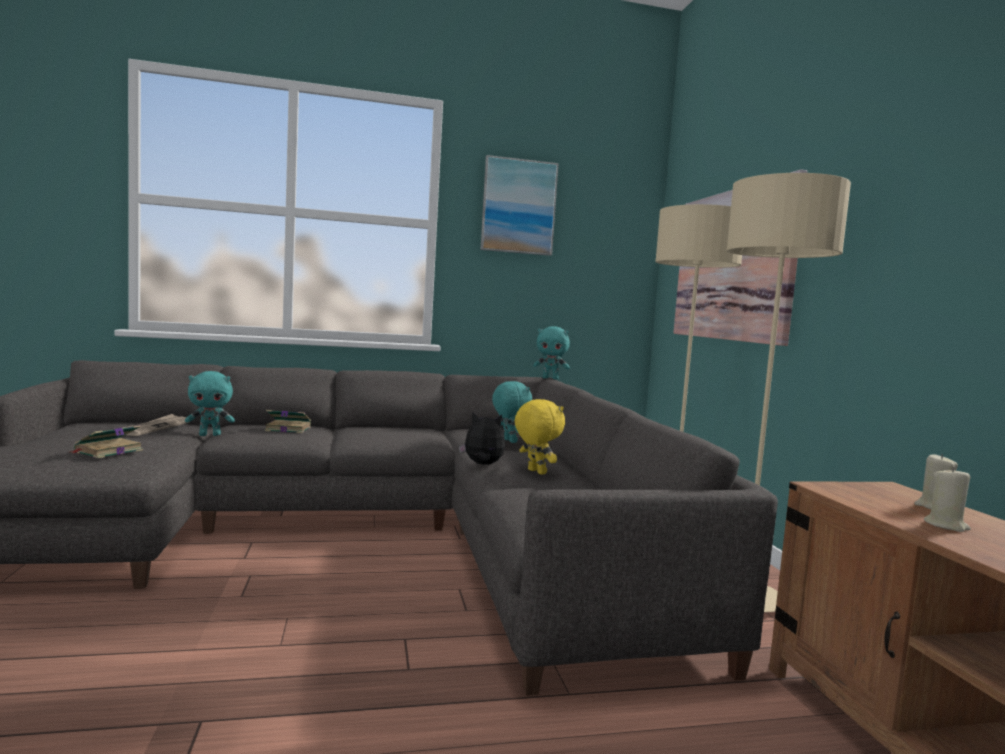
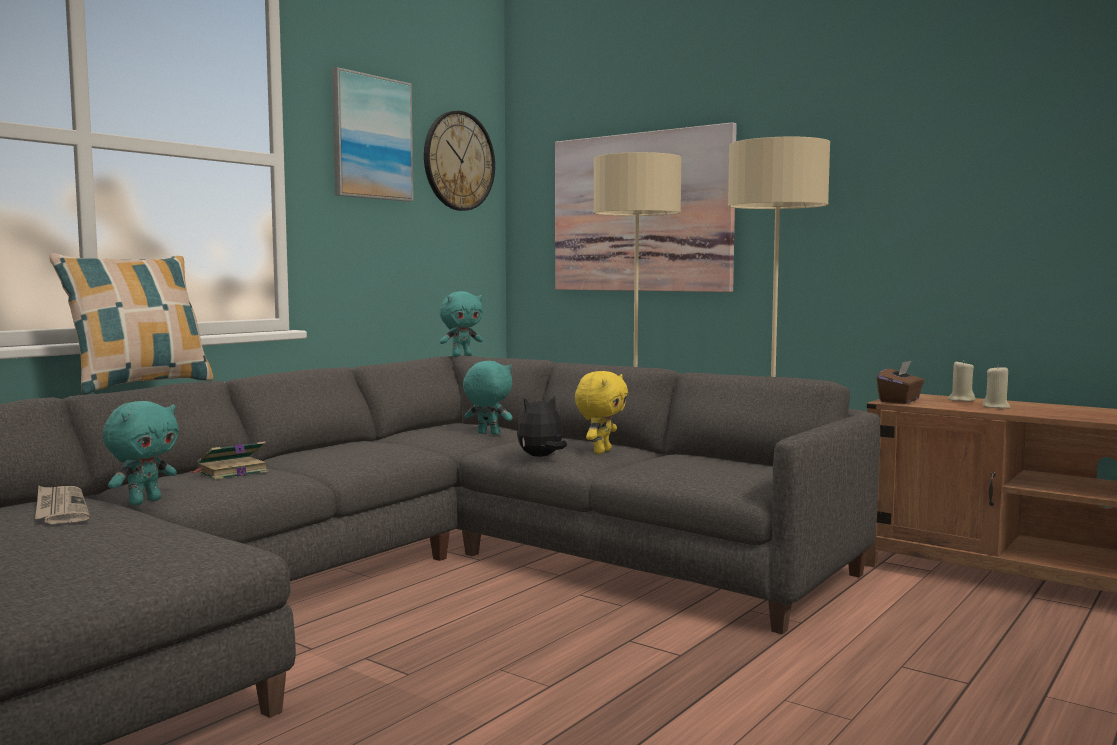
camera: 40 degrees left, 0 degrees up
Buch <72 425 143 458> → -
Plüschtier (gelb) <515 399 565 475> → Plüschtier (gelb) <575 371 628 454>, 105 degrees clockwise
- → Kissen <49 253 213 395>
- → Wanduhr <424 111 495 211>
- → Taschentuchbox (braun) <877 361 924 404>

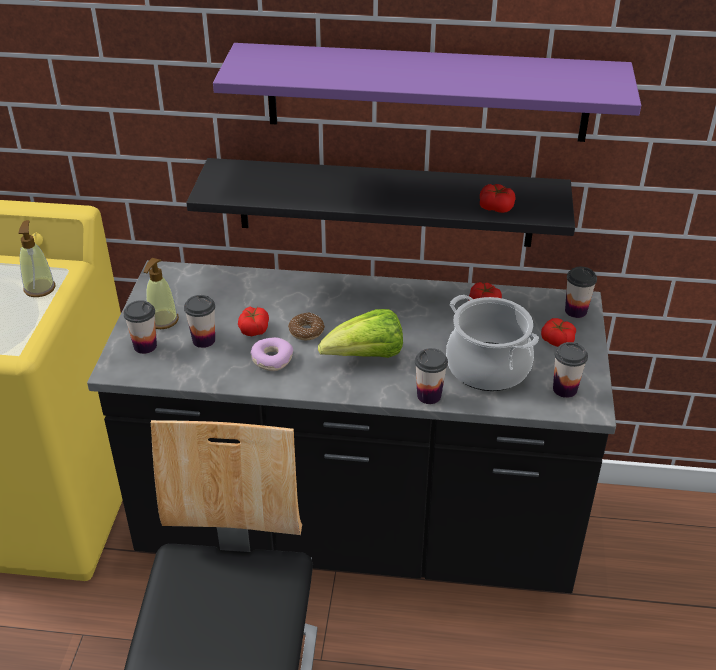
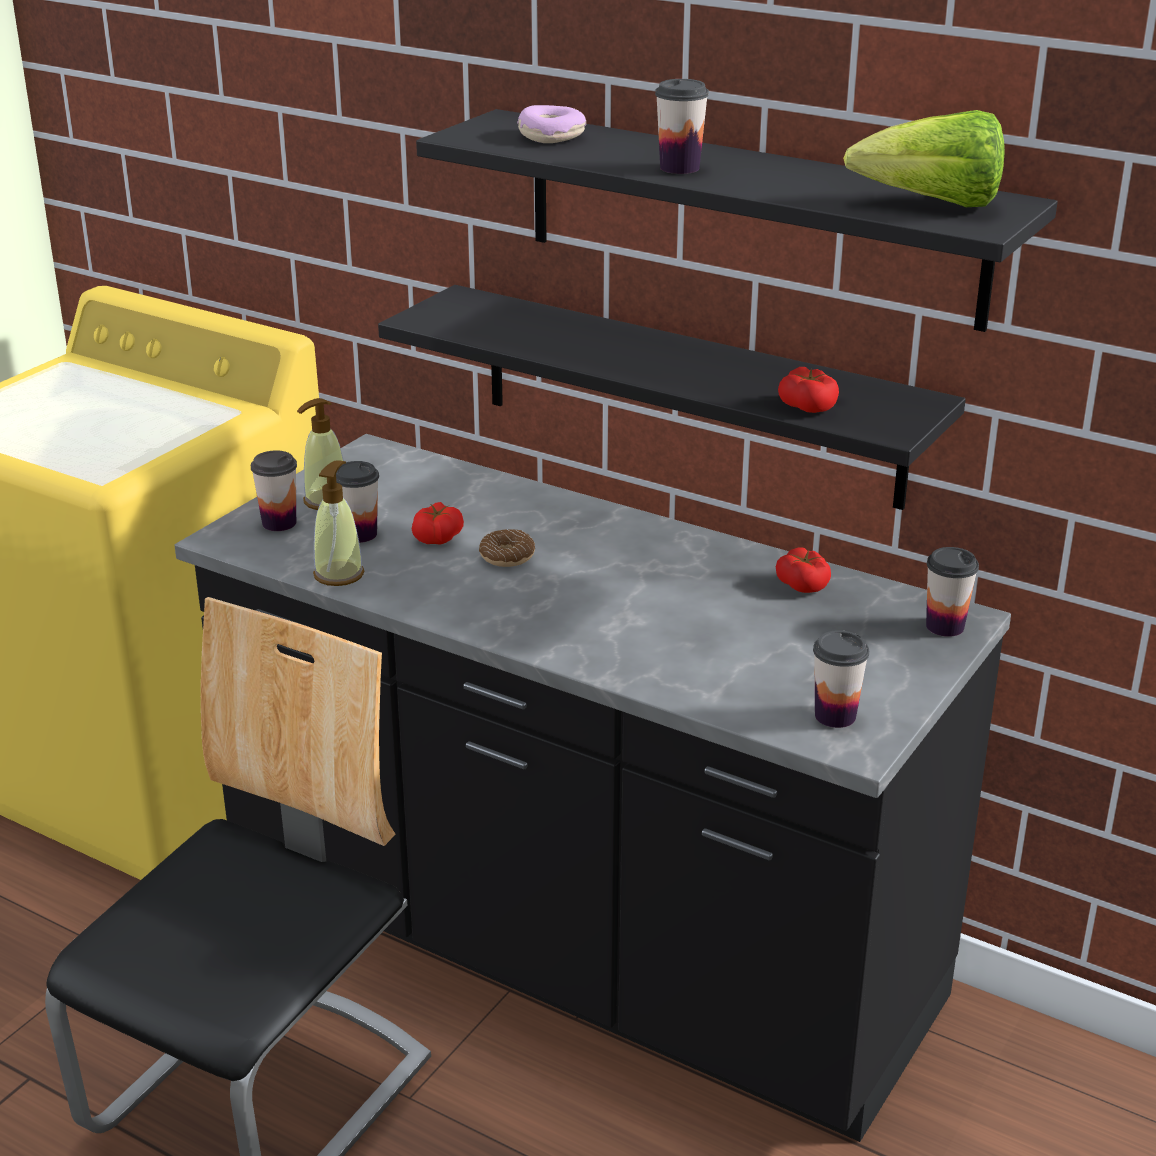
camera: 25 degrees right, 10 degrees down
Seifenspender <18 220 55 297> → Seifenspender <313 460 364 586>, shifted
Wandregal (lila) <213 43 641 142> → Wandregal (schwarz) <416 109 1058 332>
Donut <251 337 293 371> → Donut <517 105 586 143>, shifted
Salatkopf <318 309 403 358> → Salatkopf <843 110 1005 207>, shifted
Tasse <415 348 448 404> → Tasse <655 79 709 174>, shifted
Kochtopf <446 295 539 391> → -
Tomate <541 318 576 347> → -

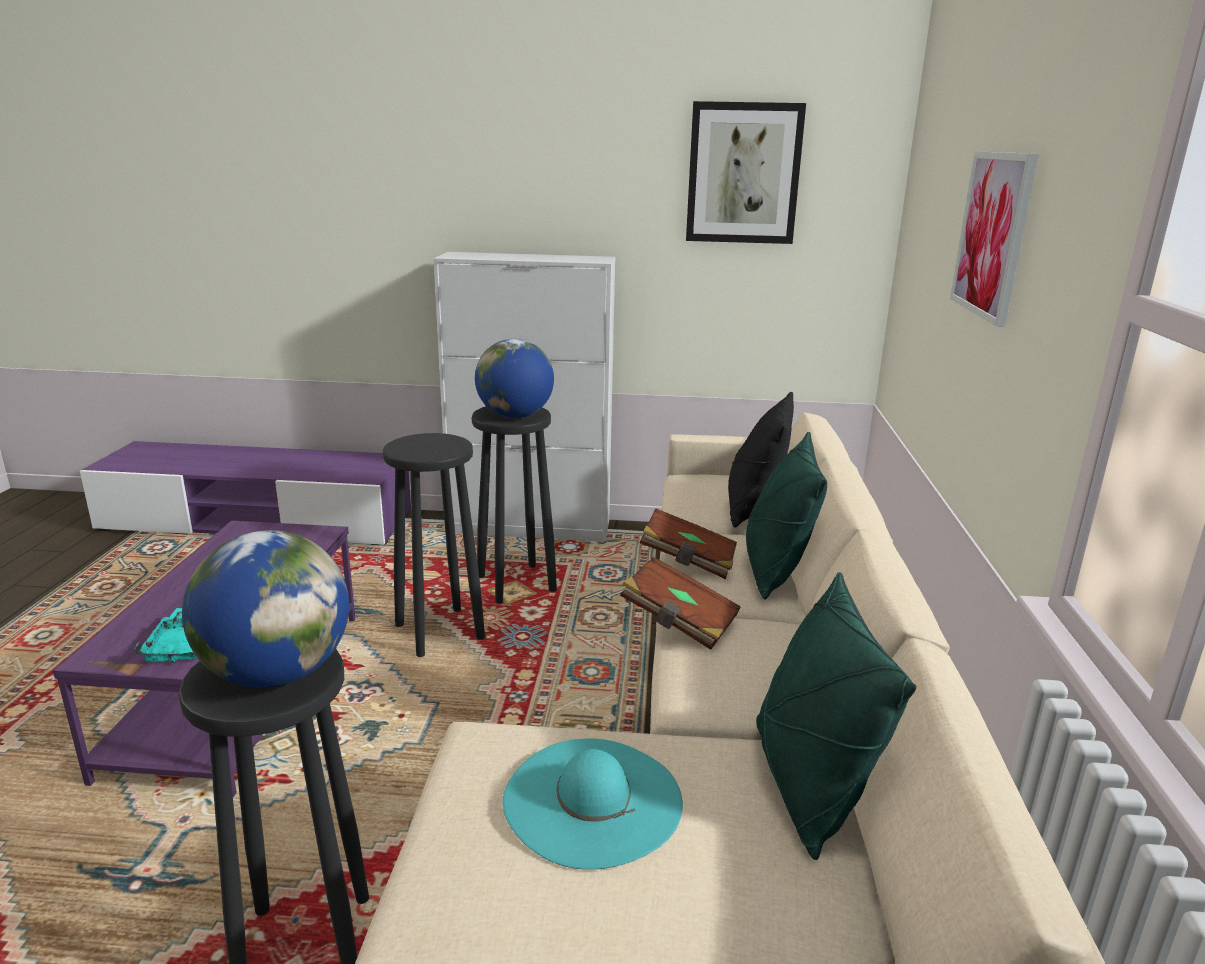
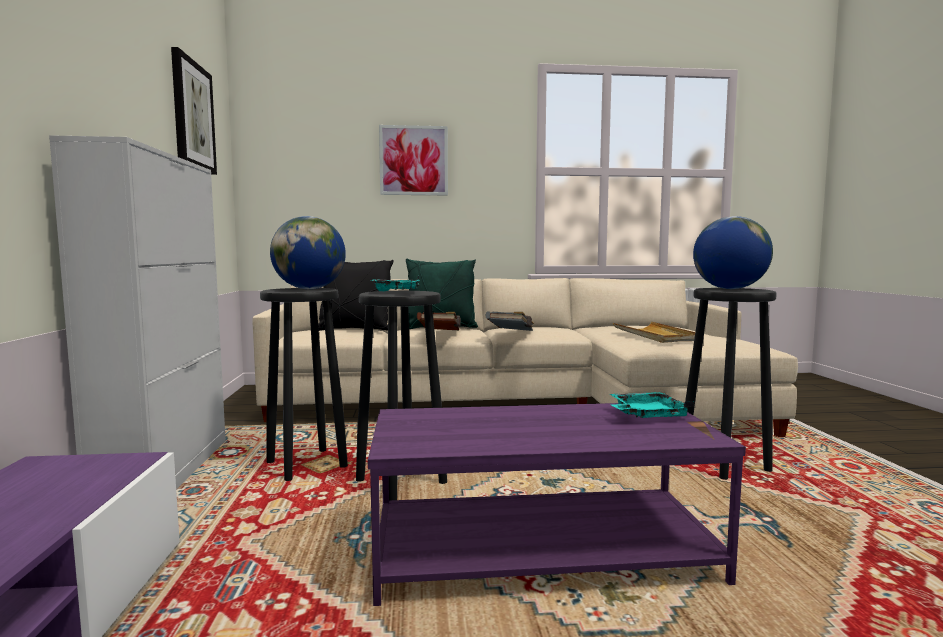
camera: 100 degrees left, 15 degrees down
Hut (türkis) <502 739 683 870> → Tablett (beige) <613 322 695 343>
Buch (braun) <620 557 741 650> → Buch (grau) <486 311 534 331>
Kissen (grün) <756 572 916 860> → -
- → Tablett (türkis) <371 275 419 291>

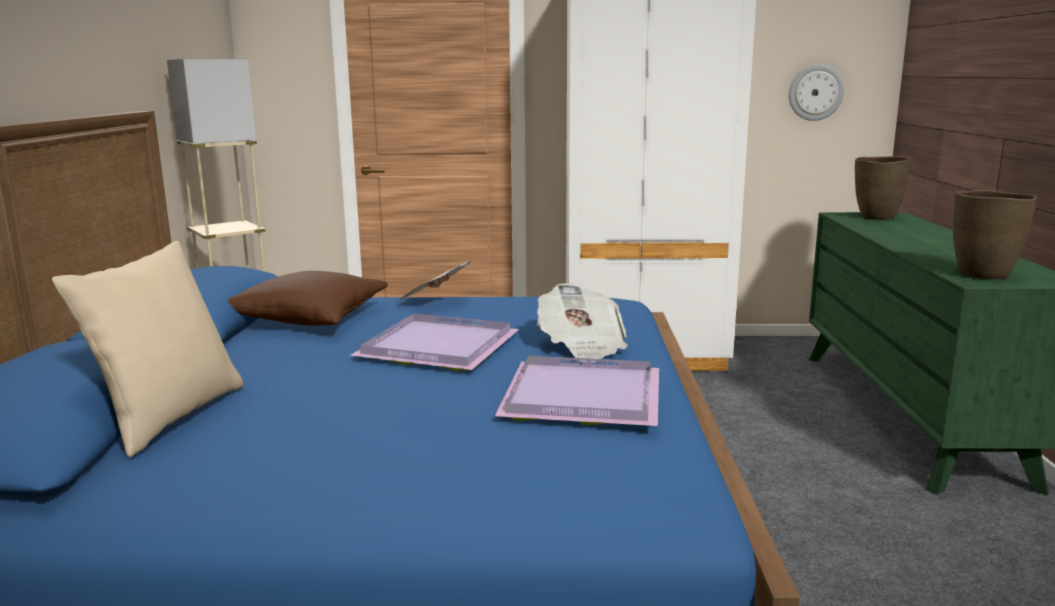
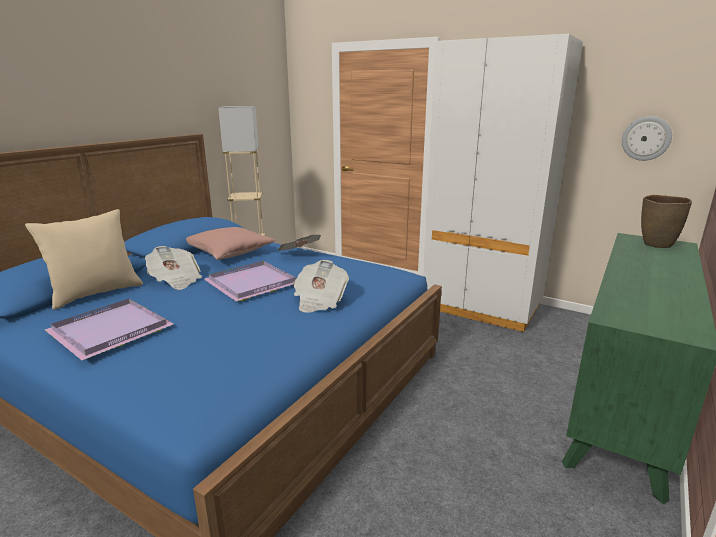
camera: 30 degrees right, 5 degrees up
Kissen (braun) <228 271 388 326> → Kissen (rosa) <186 227 275 260>
Tablett (lila) <495 356 659 426> → Tablett (lila) <45 299 174 360>, shifted
Vase (braun) <953 190 1037 279> → -
- → Zeitung <145 246 202 290>

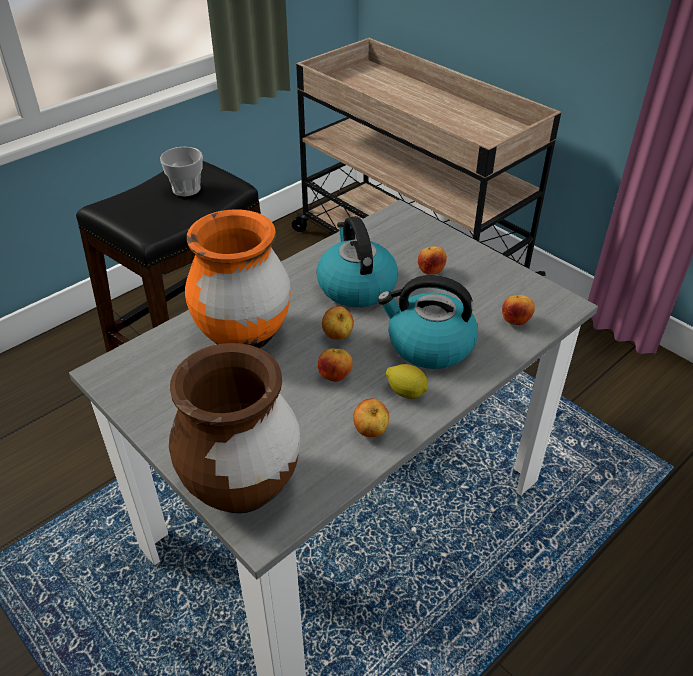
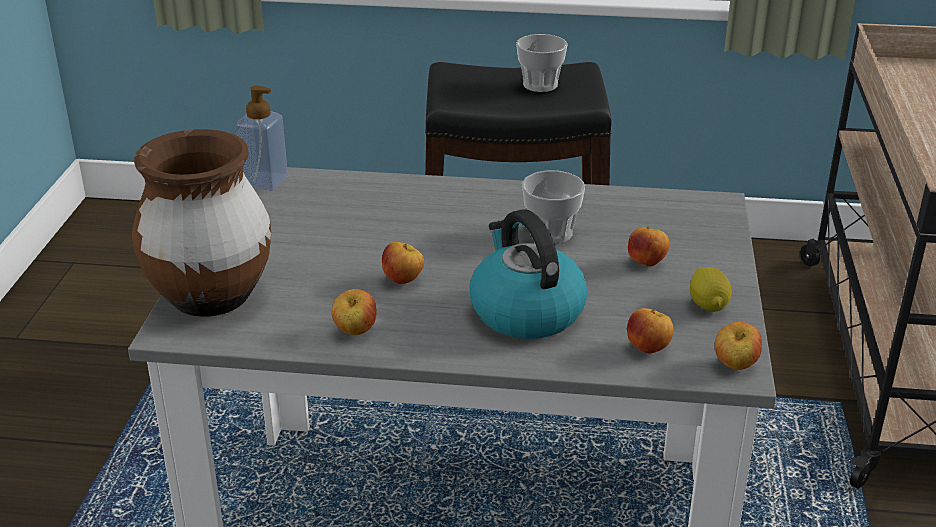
camera: 50 degrees right, 10 degrees down
Vase (orange) <185 209 291 348> → -
Wasserkessel <316 216 398 307> → Tasse <522 171 585 244>
Apfel <322 306 354 340> → Apfel <715 322 762 370>, shifted
Zitrone <386 364 427 399> → Zitrone <690 267 732 312>, shifted
- → Seifenspender <236 85 288 191>

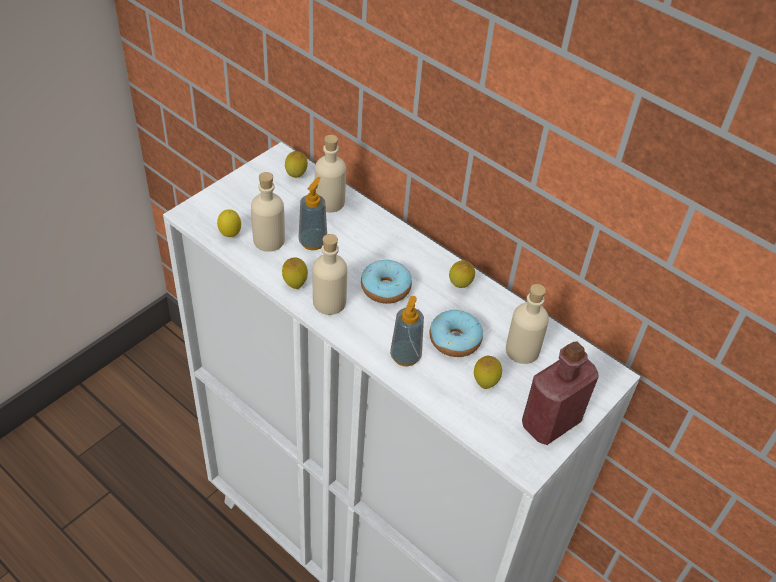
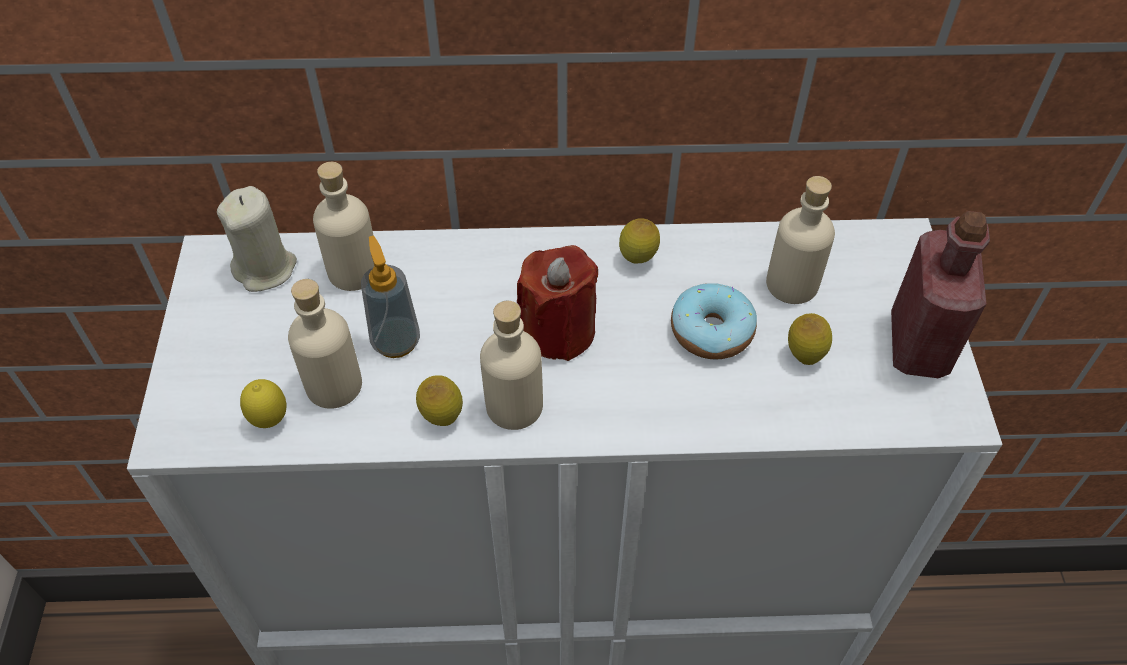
camera: 40 degrees left, 5 degrees up
Zitrone <285 151 308 178> → Kerze (beige) <217 186 297 292>
Donut <361 260 412 304> → Kerze (rot) <517 245 598 361>
Seifenspender <390 296 424 367> → -

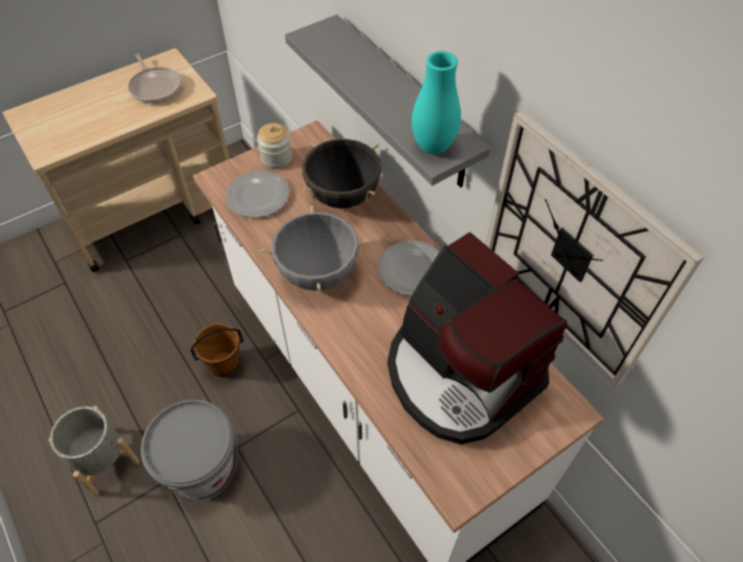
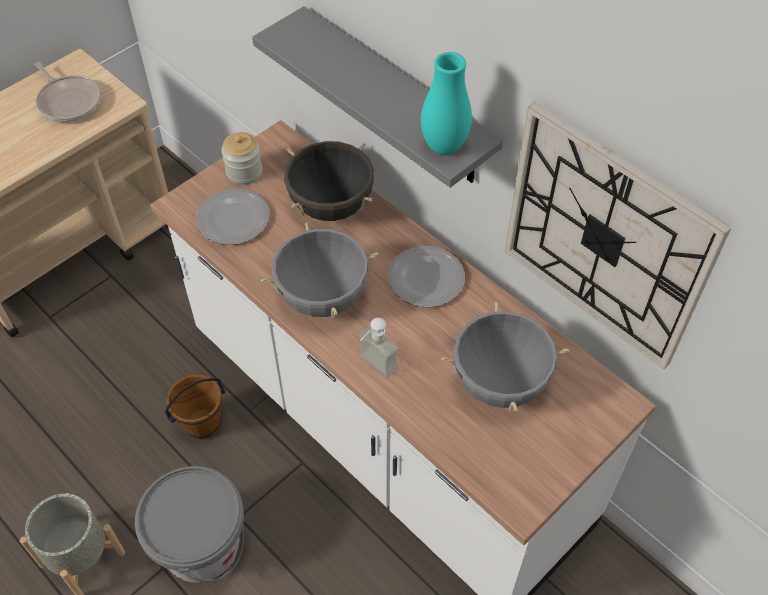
camera: 10 degrees left, 0 degrees up
Kaffeemaschine <387 232 567 444> → Kochtopf (grau) <441 302 570 412>
- → Seifenspender <359 318 398 378>

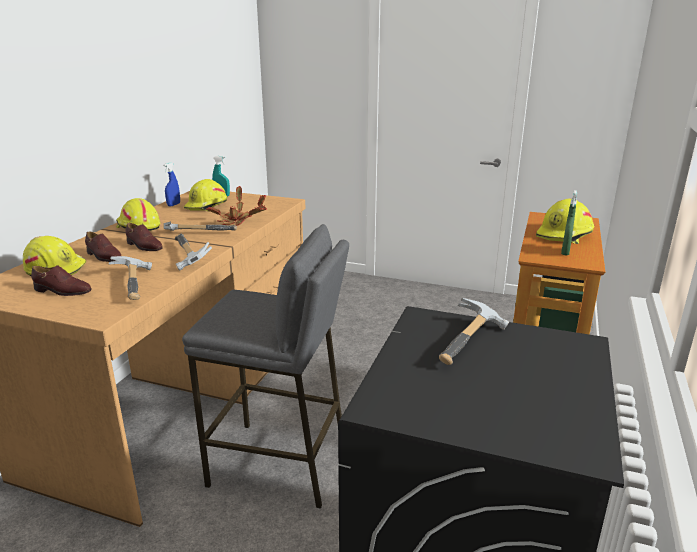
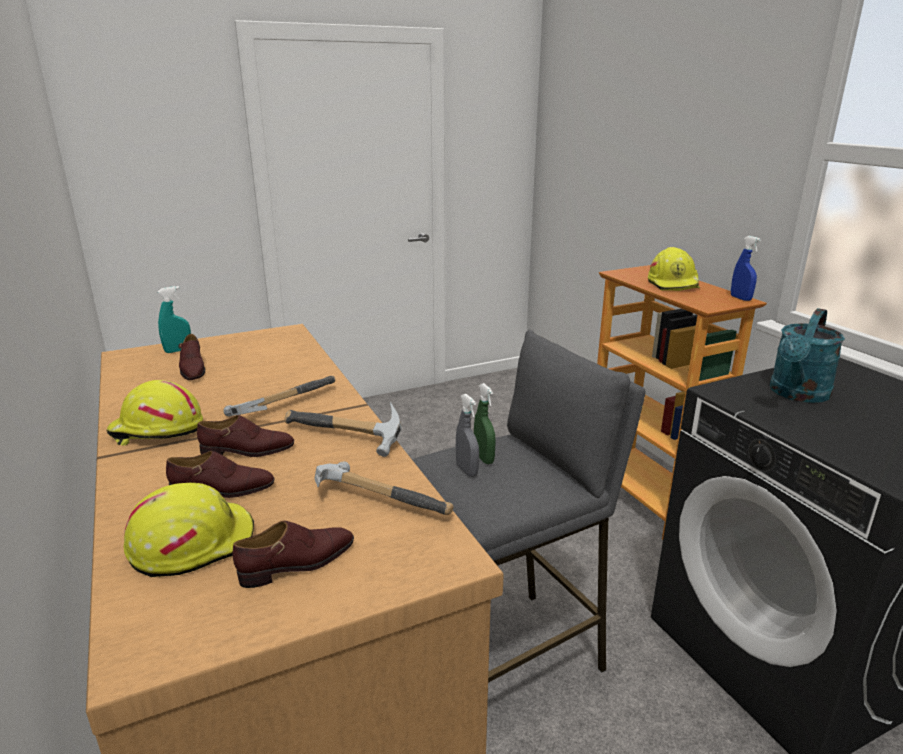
camera: 45 degrees left, 0 degrees up
Sprühflasche (blau) <163 162 180 207> → Sprühflasche (blau) <731 236 761 301>, shifted
Schutzhelm (gelb) <184 179 227 211> → Schuh (braun) <178 334 205 380>
Topfpflanze <206 186 267 226> → -
Hammer <439 298 509 365> → Gießkanne (türkis) <770 308 845 403>
Sprühflasche (grün) <561 190 577 256> → Sprühflasche (grün) <474 383 496 464>, shifted
- → Sprühflasche (grau) <456 394 479 477>

